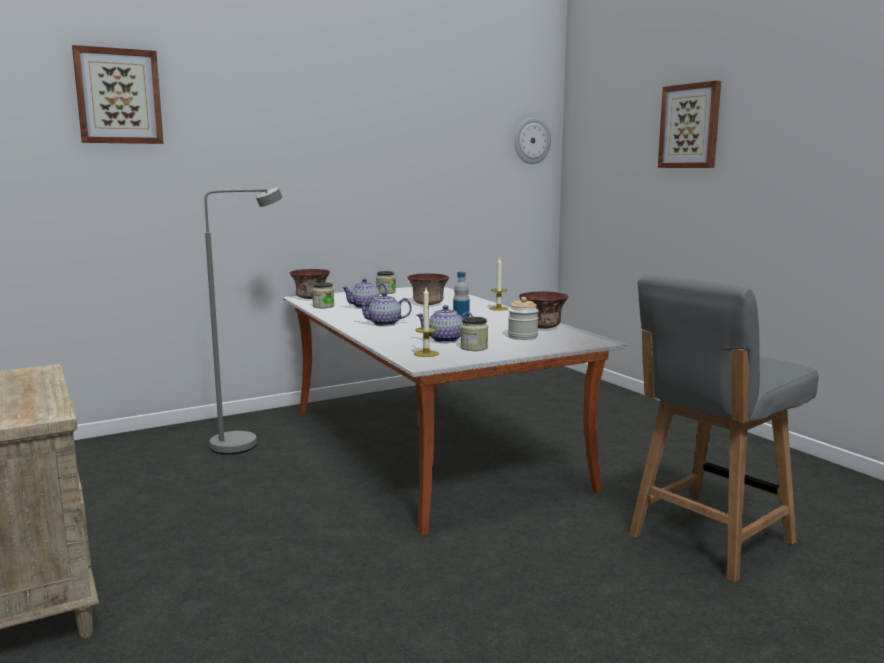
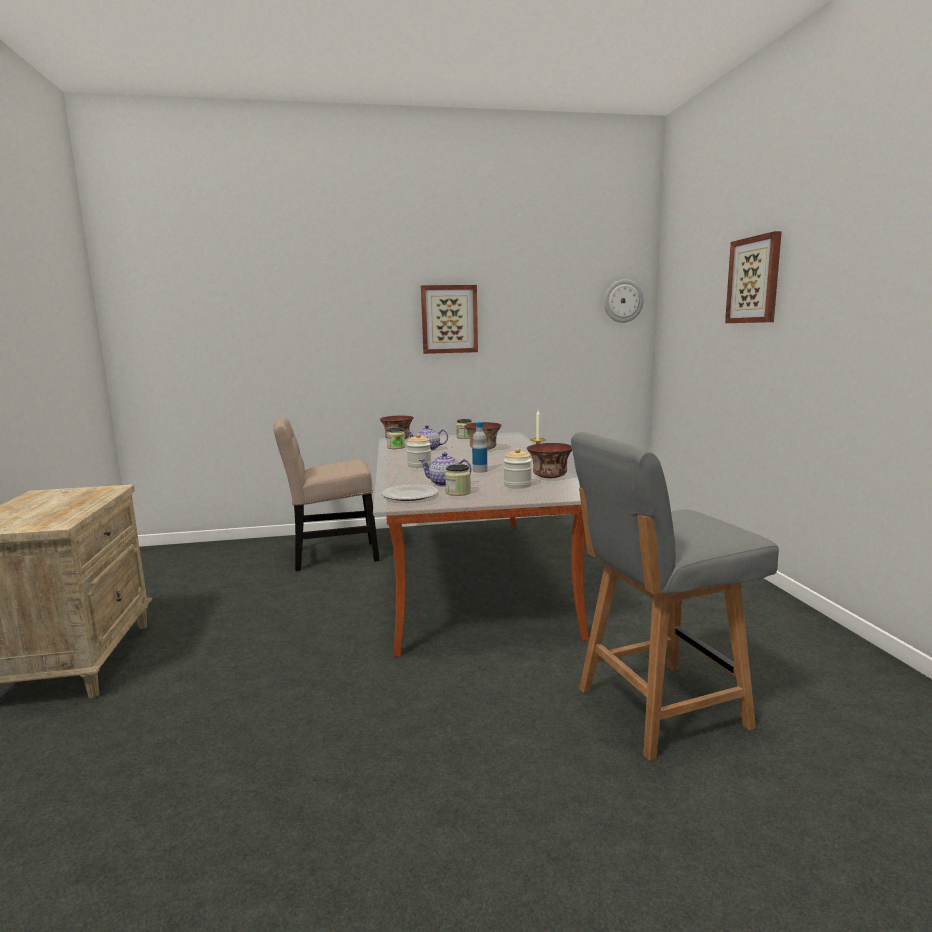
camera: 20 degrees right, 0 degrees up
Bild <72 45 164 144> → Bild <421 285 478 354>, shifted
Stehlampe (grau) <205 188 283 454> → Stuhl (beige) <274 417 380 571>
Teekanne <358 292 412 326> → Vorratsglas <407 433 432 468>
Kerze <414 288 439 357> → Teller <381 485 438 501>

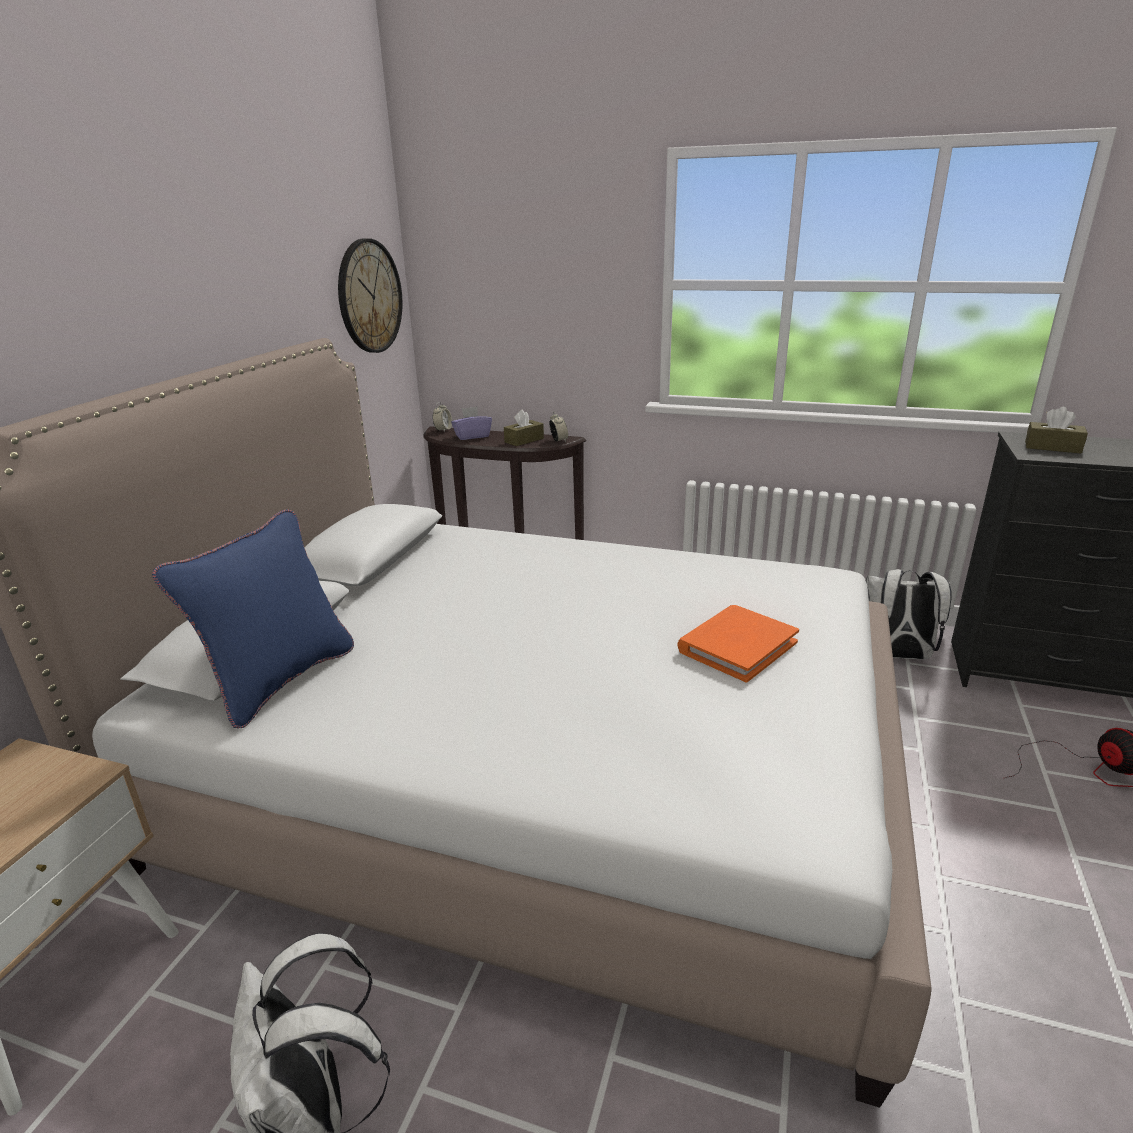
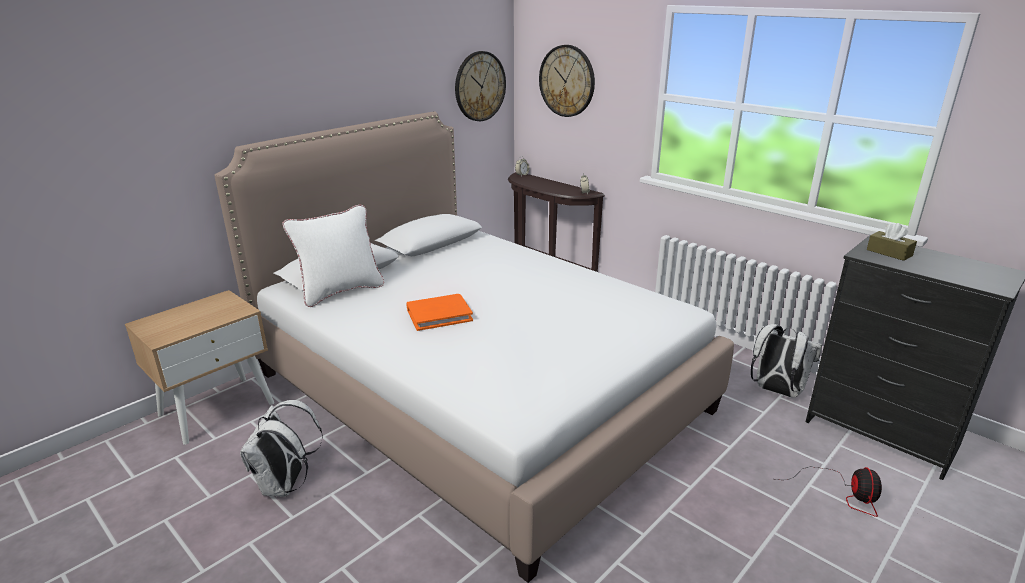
camera: 25 degrees right, 0 degrees up
Kissen (blau) <152 509 354 728> → Kissen (weiß) <282 205 384 307>
Taschentuchbox (lila) <451 407 492 440> → -
Taschentuchbox (braun) <504 410 544 446> → -
Buch (orange) <678 605 799 682> → Buch (orange) <407 294 473 331>, shifted
- → Wanduhr <539 45 595 117>

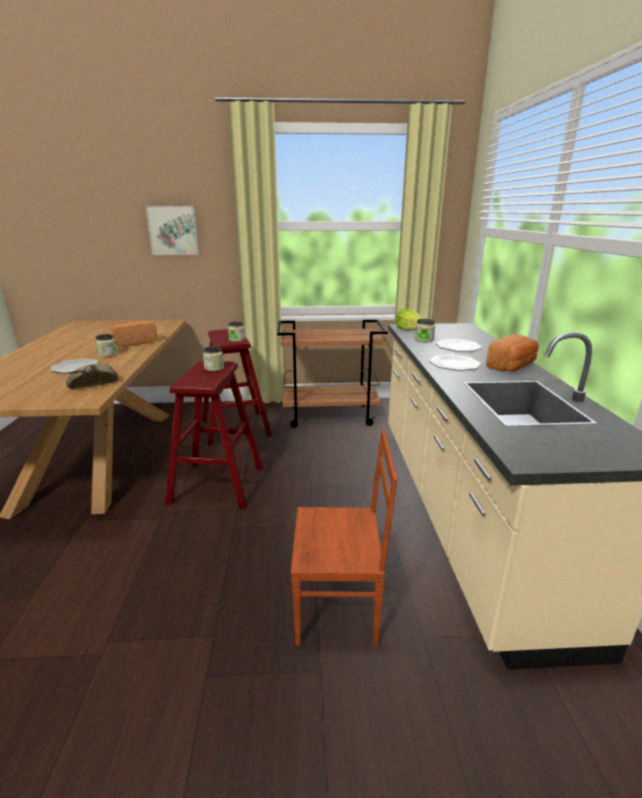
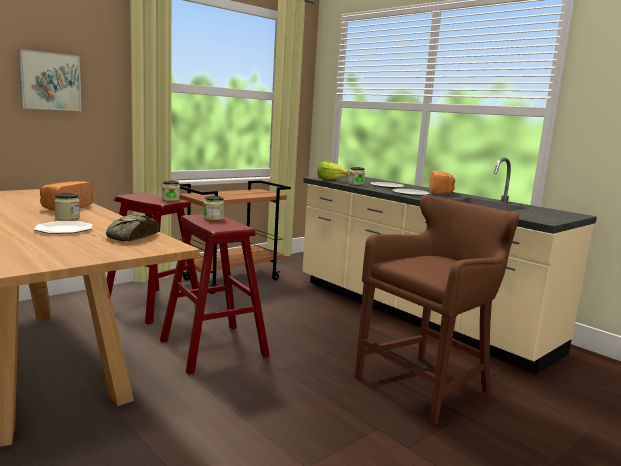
camera: 40 degrees left, 10 degrees down
Stuhl (braun) <291 430 398 647> → Hocker (braun) <355 195 519 425>

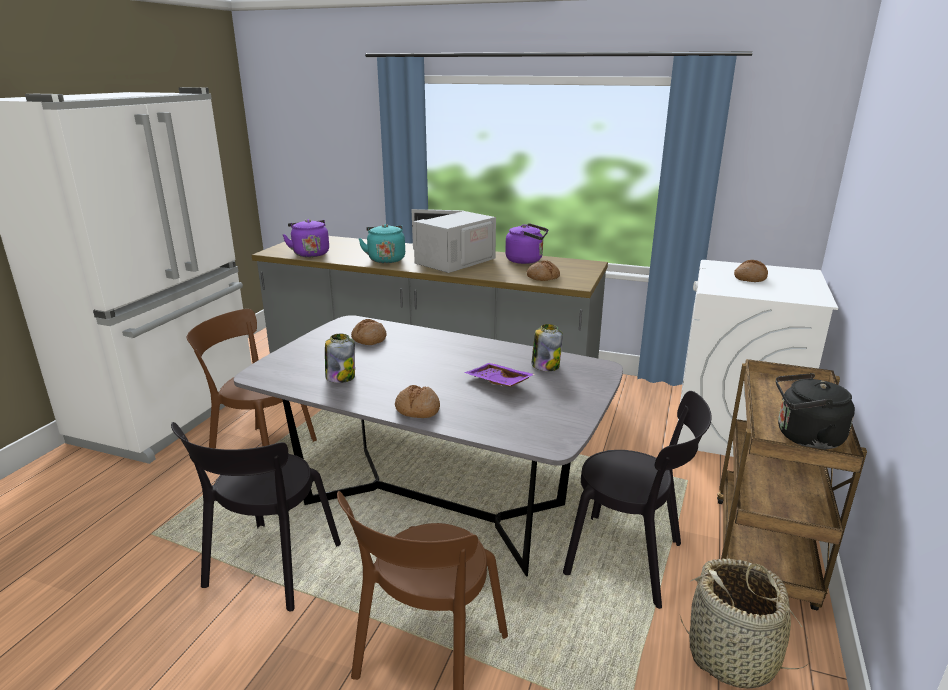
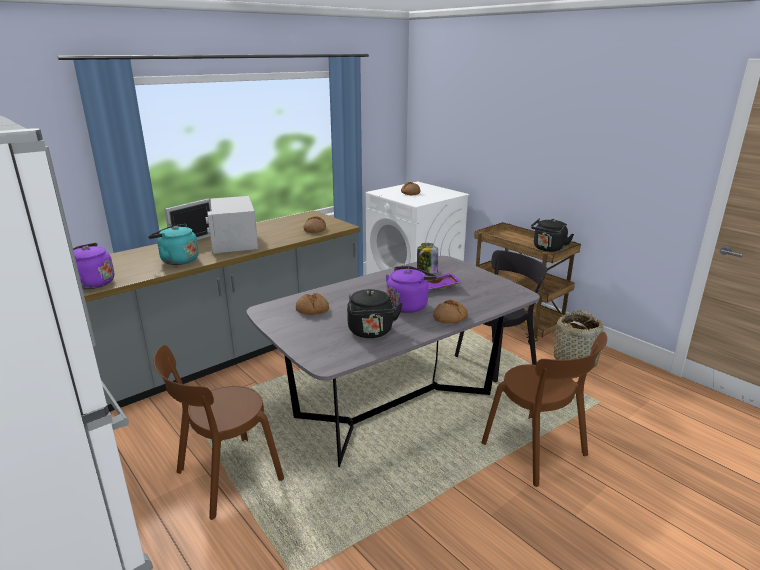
camera: 60 degrees left, 0 degrees up
Stuhl (schwarz) <171 422 341 612> → -
Vorratsglas <325 334 355 383> → Wasserkessel (schwarz) <347 289 403 338>
Wasserkessel (lila) <505 223 548 264> → Wasserkessel (lila) <386 266 437 313>, shifted

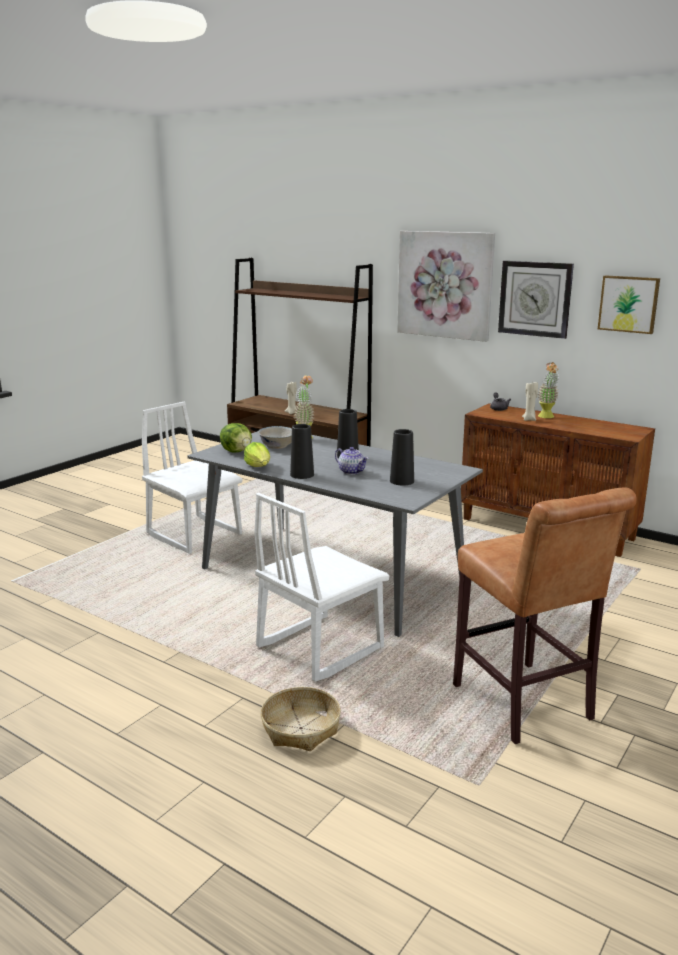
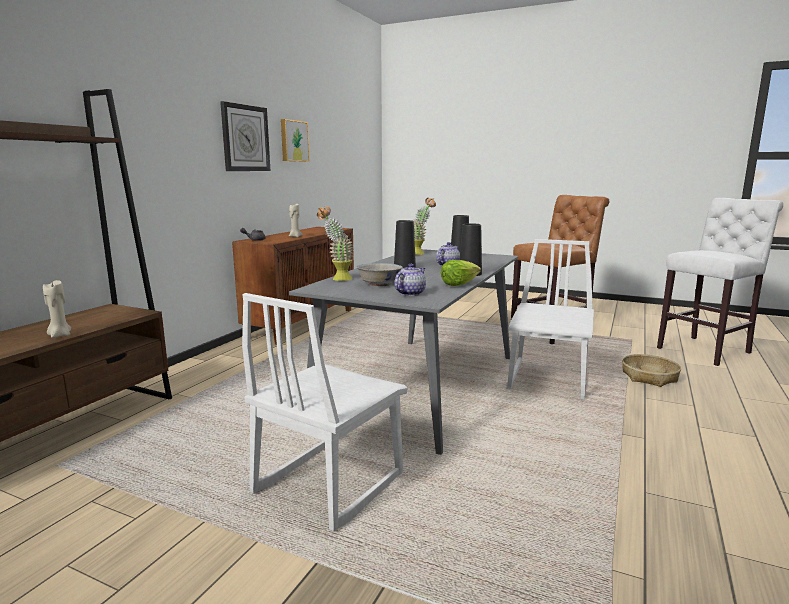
camera: 100 degrees left, 5 degrees down
Salatkopf <220 423 252 452> → Teekanne <395 264 426 296>
Stuhl (weiß) <254 493 390 682> → Stuhl (weiß) <507 239 594 399>, 105 degrees counterclockwise
Bild <397 231 495 342> → -
Topfpflanze <538 362 559 418> → Topfpflanze <412 198 436 255>, shifted
- → Hocker (weiß) <657 198 783 366>

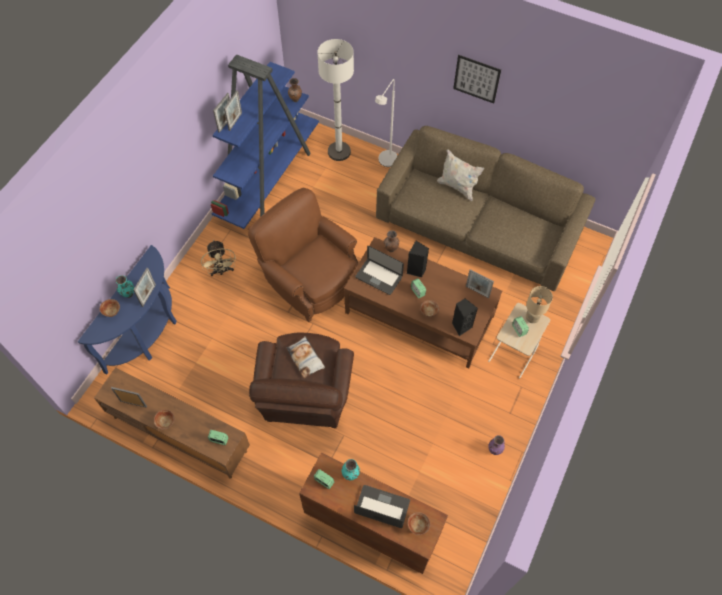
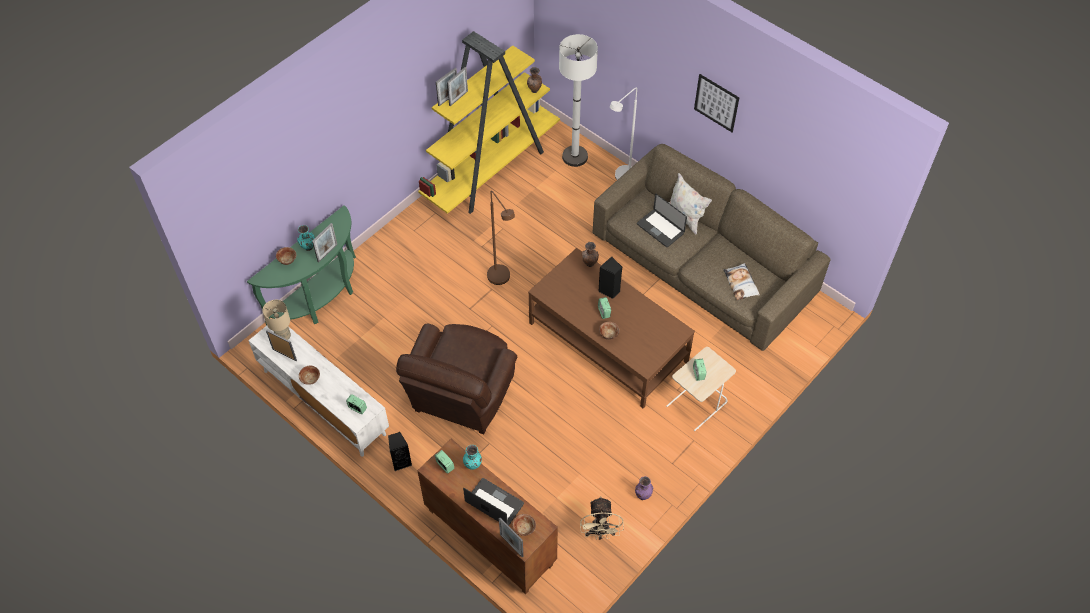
camera: 15 degrees right, 5 degrees down
Konsolentisch (blau) <78 245 177 374> → Konsolentisch (grün) <247 205 356 326>
Fernsehschrank (braun) <94 368 250 479> → Fernsehschrank (weiß) <248 318 389 457>
Ventilator (beige) <201 240 236 276> → Ventilator (beige) <580 497 624 540>, shifted
Bücherregal (blau) <211 54 319 229> → Bücherregal (gelb) <418 31 560 214>
Sessel (braun) <248 188 359 322> → Stehlampe (braun) <487 190 515 285>
Kissen <286 336 325 379> → Kissen <724 263 760 301>, shifted
Laptop <355 246 404 295> → Laptop <637 194 687 247>, shifted
Lautsprecher (schwarz) <452 298 478 336> → Lautsprecher (schwarz) <388 432 412 471>, shifted
Bilderrahmen <466 269 494 298> → Bilderrahmen <499 518 523 557>, shifted
Tischlampe (beige) <526 286 553 323> → Tischlampe (beige) <262 300 291 340>, shifted

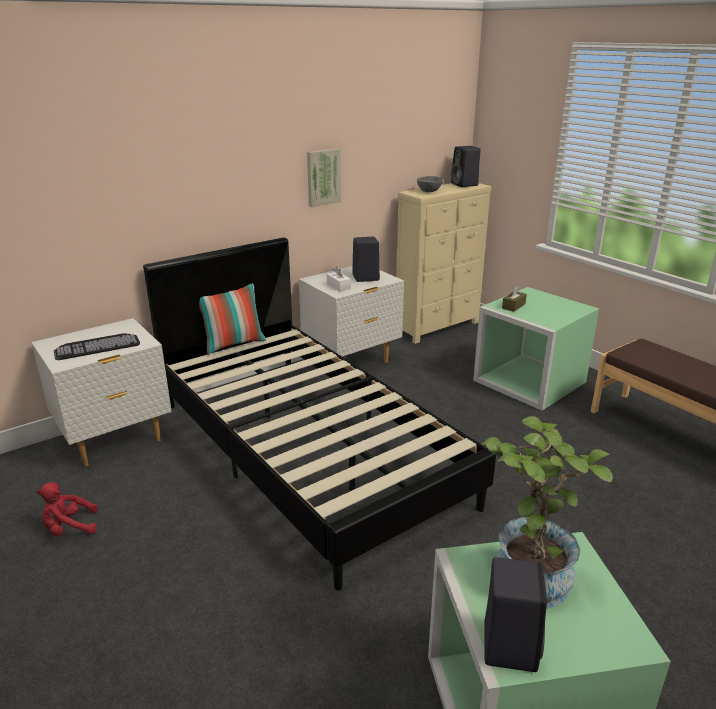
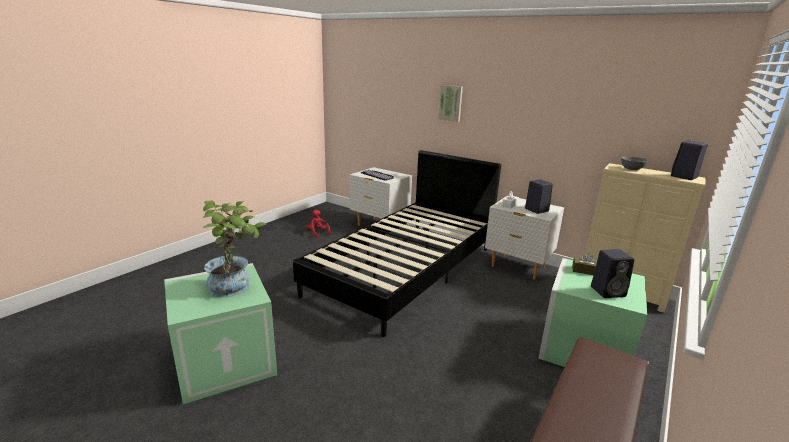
camera: 70 degrees right, 5 degrees down
Kissen <199 284 266 355> → -
Bild <307 149 341 207> → Bild <438 85 463 122>, shifted
Lautsprecher (schwarz) <484 557 547 672> → Lautsprecher (schwarz) <591 249 634 298>, shifted

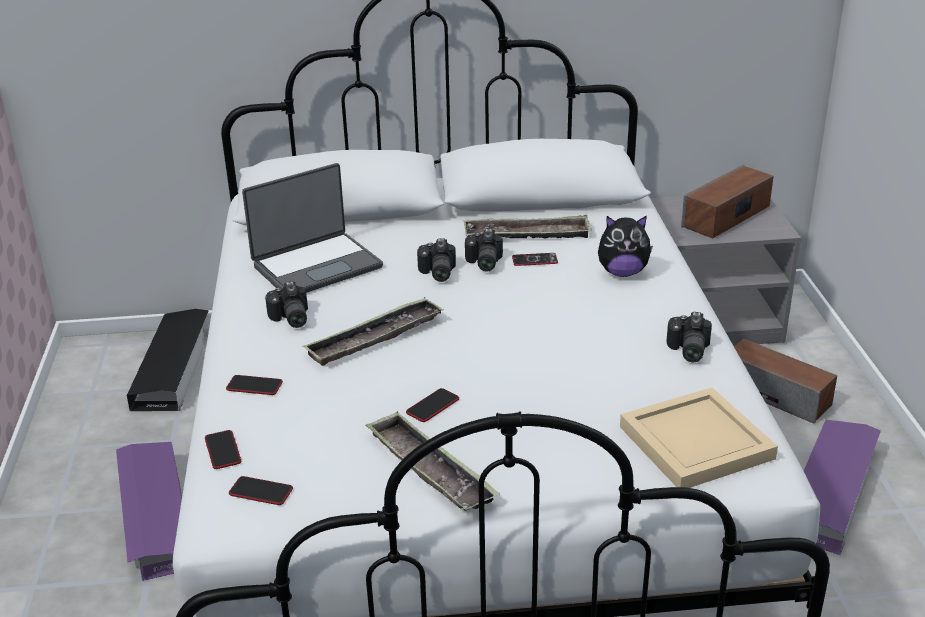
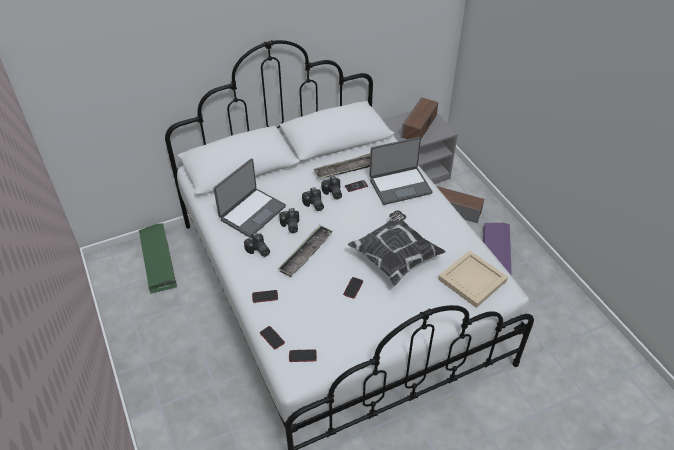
camera: 20 degrees left, 15 degrees up
Aufbewahrungsbox (lila) <116 442 182 581> → -
Aufbewahrungsbox (schwarz) <127 309 209 411> → Aufbewahrungsbox (grün) <139 223 177 294>
Tablett <365 411 500 511> → -
Plüschtier <598 215 653 277> → Laptop <369 137 433 205>
Kamera <666 312 712 362> → Kamera <279 208 299 233>, shifted
- → Kissen <348 210 446 286>

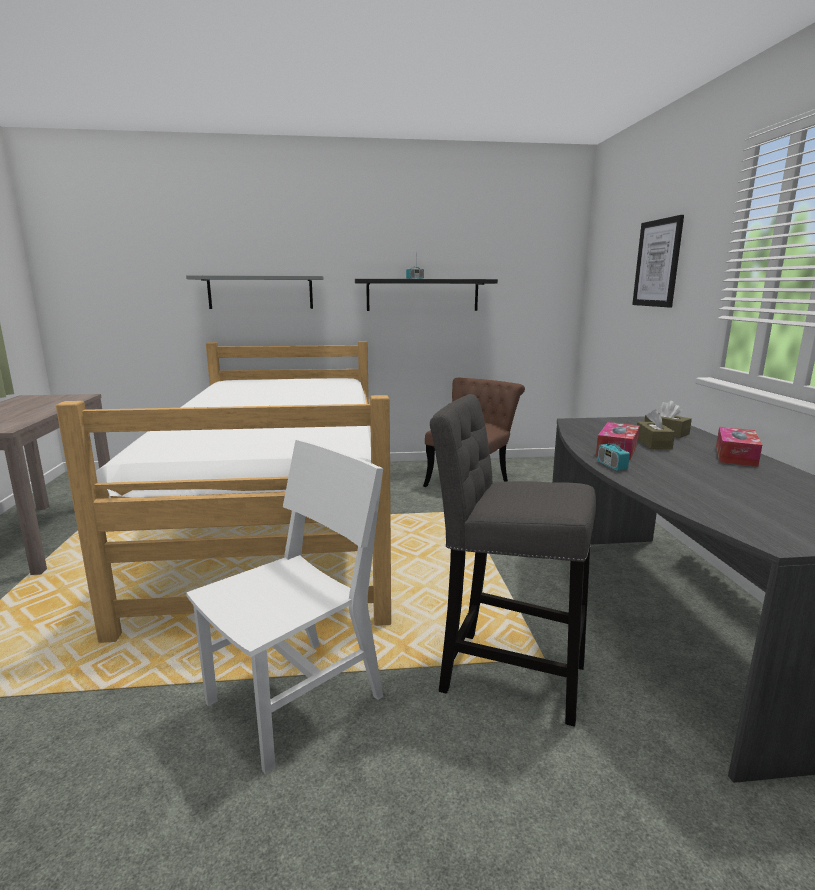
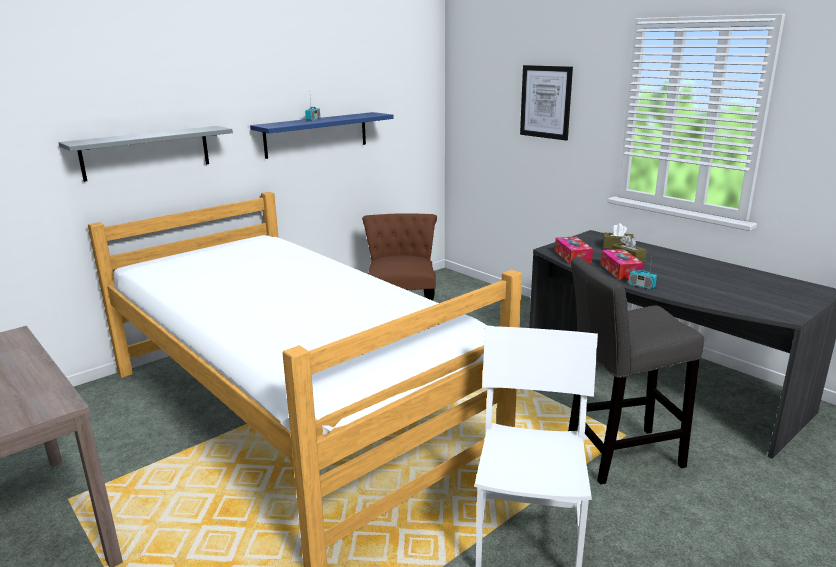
camera: 35 degrees left, 5 degrees up
Wandregal (schwarz) <355 279 498 311> → Wandregal (blau) <250 112 394 159>
Taschentuchbox <716 427 762 467> → Taschentuchbox <555 236 593 264>, shifted

